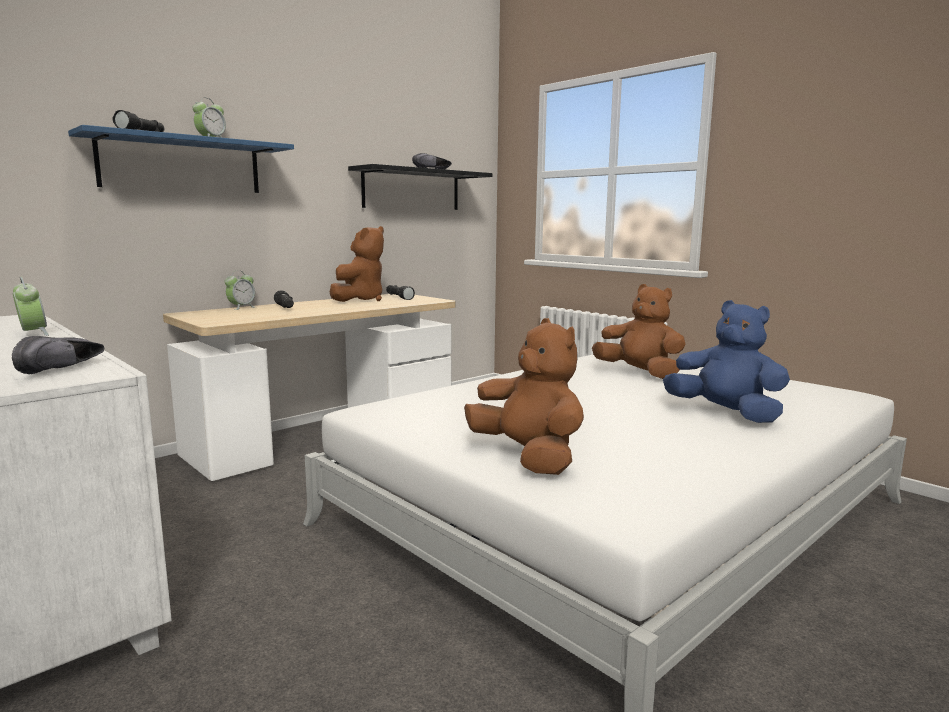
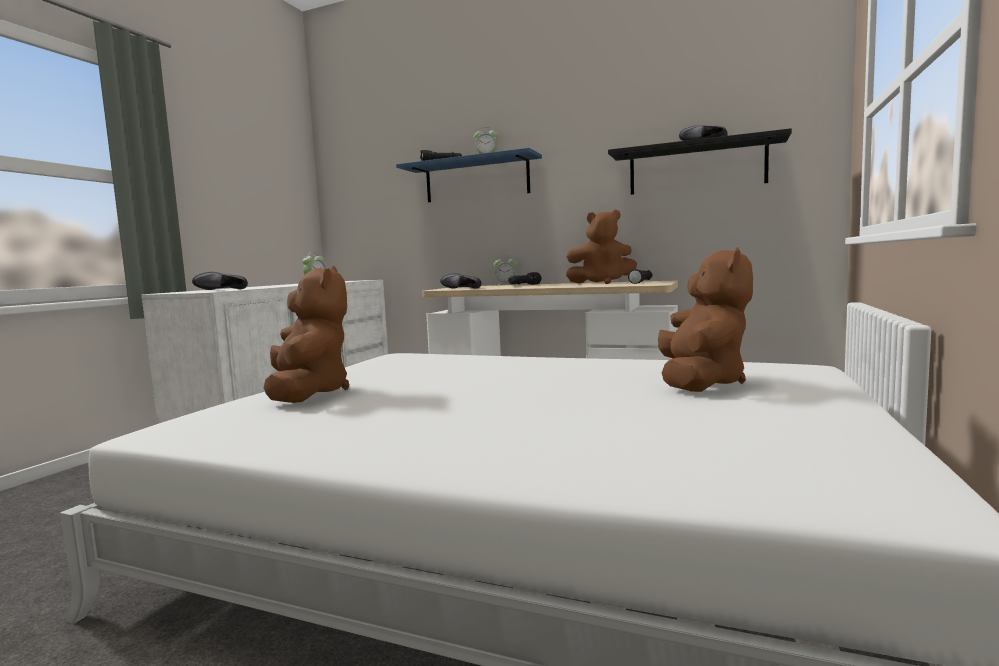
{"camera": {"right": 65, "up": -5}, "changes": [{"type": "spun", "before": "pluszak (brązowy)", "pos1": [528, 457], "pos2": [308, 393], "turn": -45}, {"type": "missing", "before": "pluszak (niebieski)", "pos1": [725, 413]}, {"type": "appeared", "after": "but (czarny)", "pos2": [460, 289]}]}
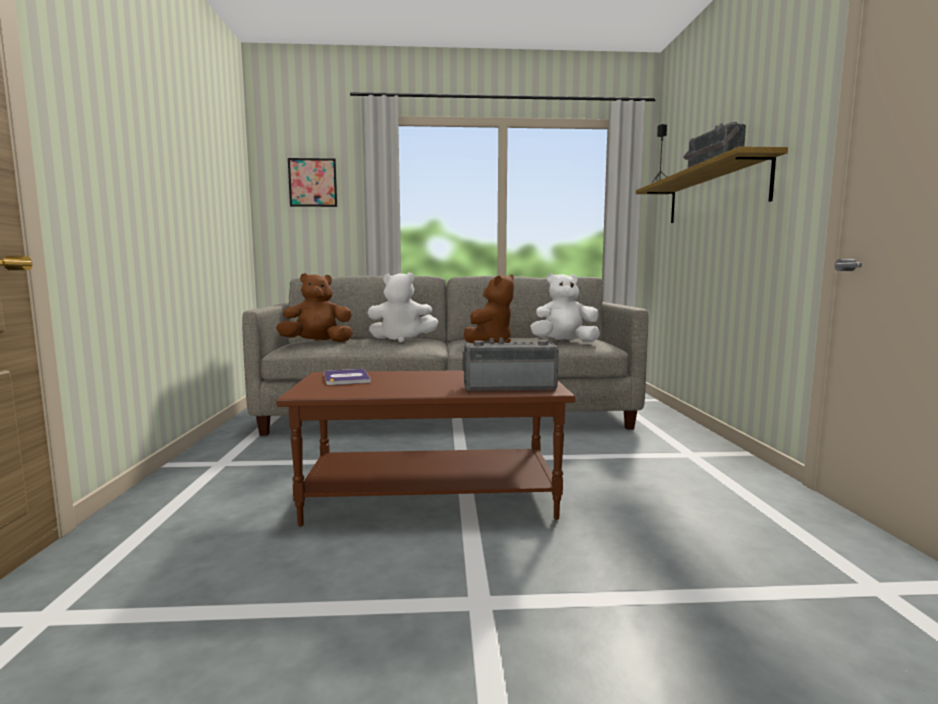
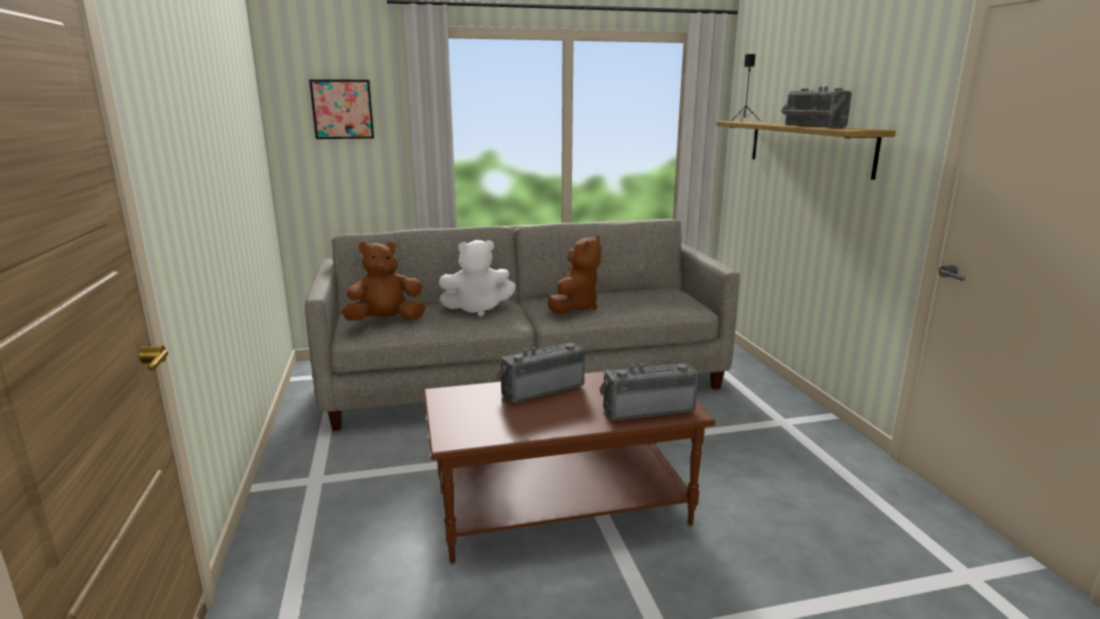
{"camera": {"right": -10, "up": 10}, "changes": [{"type": "missing", "before": "książka", "pos1": [346, 378]}, {"type": "missing", "before": "pluszak (biały)", "pos1": [564, 342]}, {"type": "appeared", "after": "radio", "pos2": [541, 388]}]}
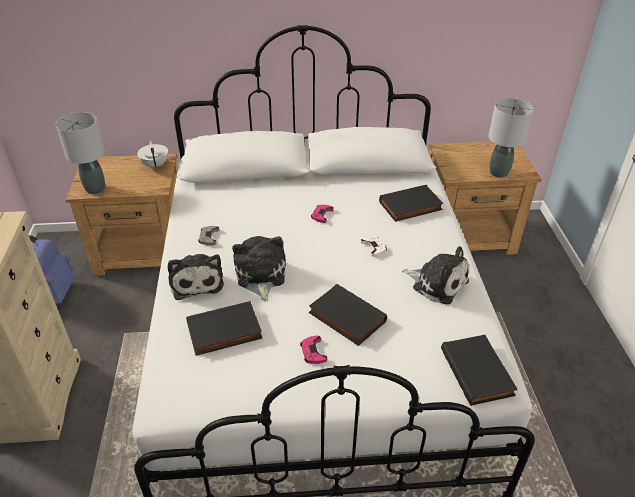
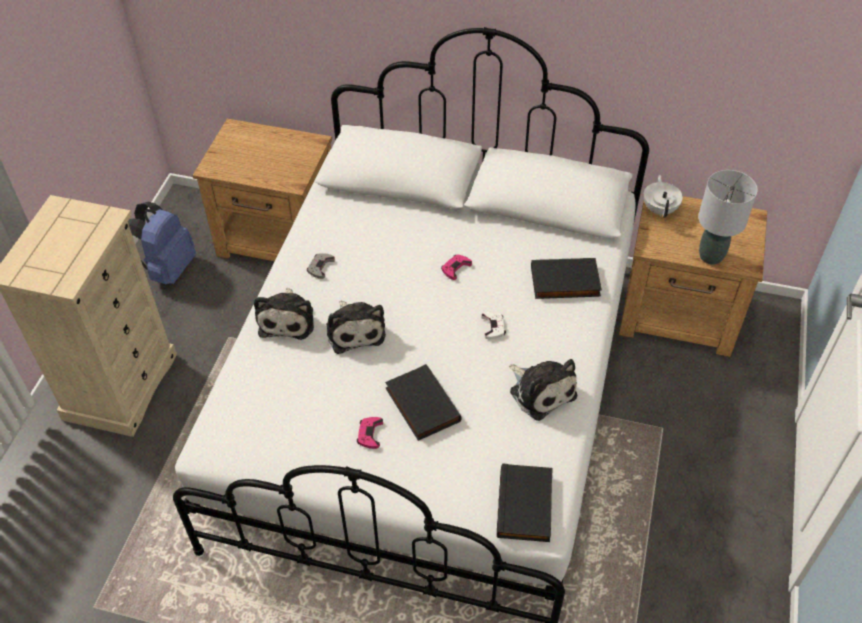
{"camera": {"right": 20, "up": 10}, "changes": [{"type": "missing", "before": "lampa stołowa (szary)", "pos1": [95, 189]}, {"type": "relocated", "before": "imbryk (biały)", "pos1": [155, 165], "pos2": [660, 209]}, {"type": "missing", "before": "książka (czarny)", "pos1": [224, 332]}, {"type": "spun", "before": "pluszak", "pos1": [260, 275], "pos2": [355, 330], "turn": 150}]}
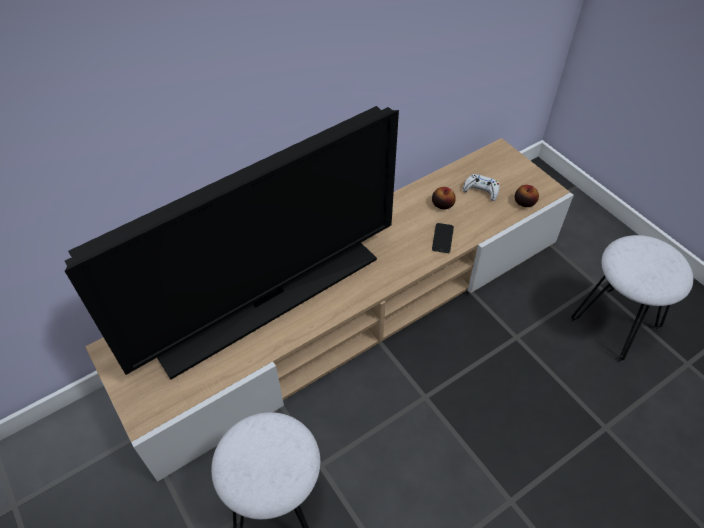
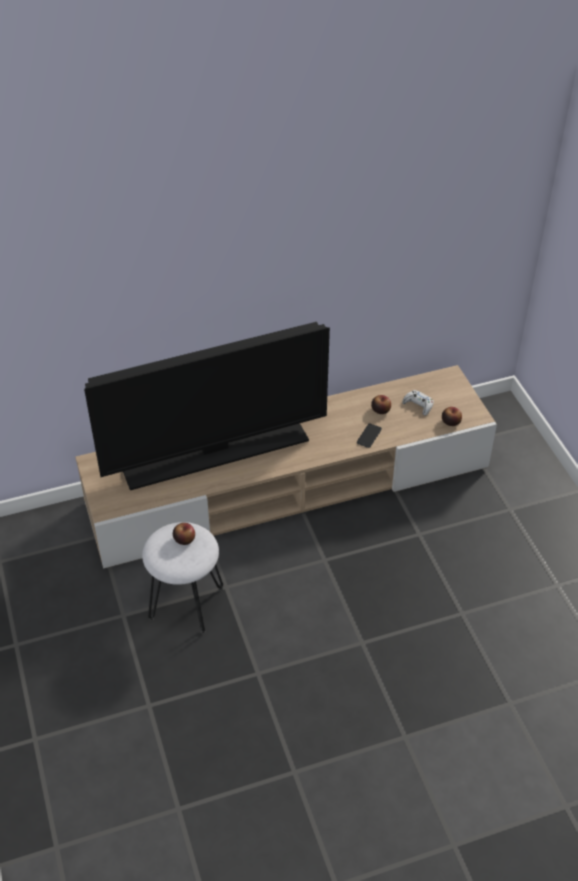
{"camera": {"right": 15, "up": -5}, "changes": [{"type": "missing", "before": "stołek (biały)", "pos1": [614, 323]}, {"type": "appeared", "after": "jabłko", "pos2": [184, 539]}]}
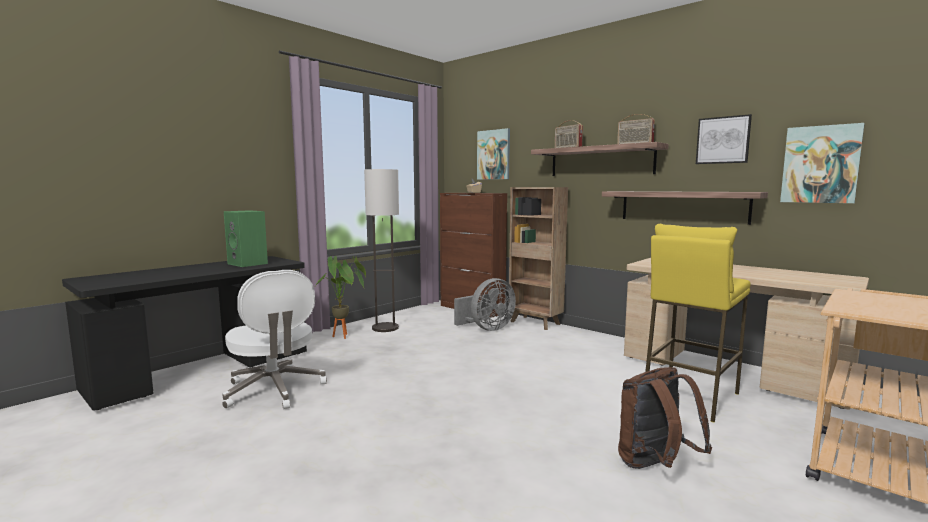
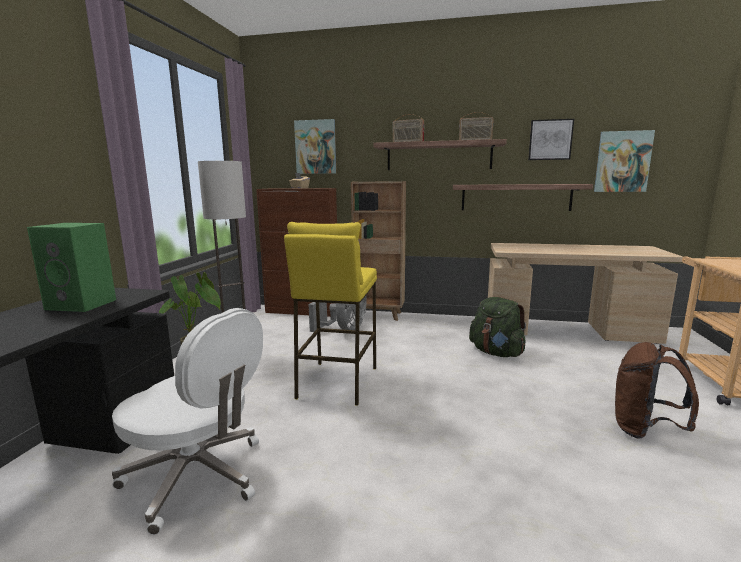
{"camera": {"right": -30, "up": 5}, "changes": [{"type": "relocated", "before": "stołek (żółty)", "pos1": [689, 397], "pos2": [336, 382]}, {"type": "appeared", "after": "plecak (zielony)", "pos2": [496, 353]}]}
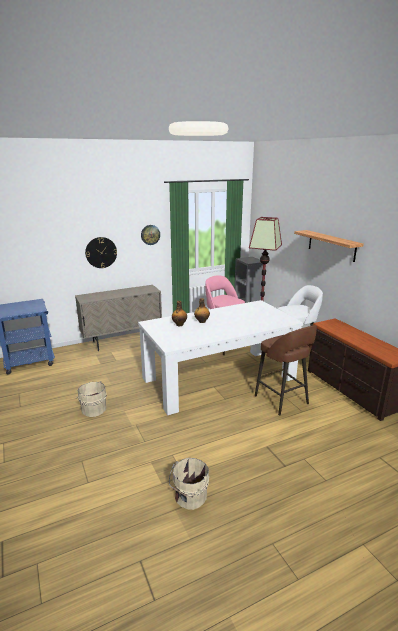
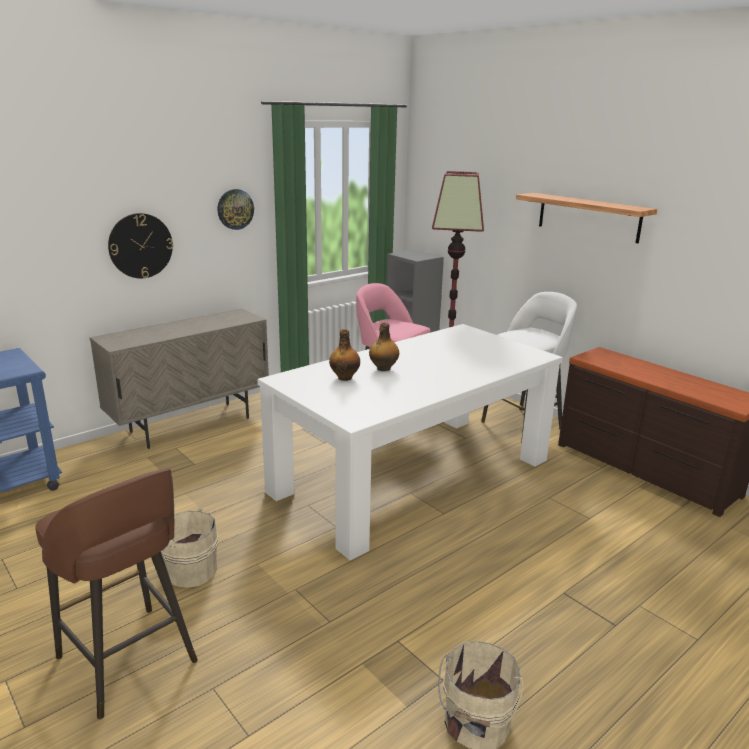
{"camera": {"right": -15, "up": 0}, "changes": [{"type": "relocated", "before": "stołek (brązowy)", "pos1": [282, 400], "pos2": [128, 662]}]}
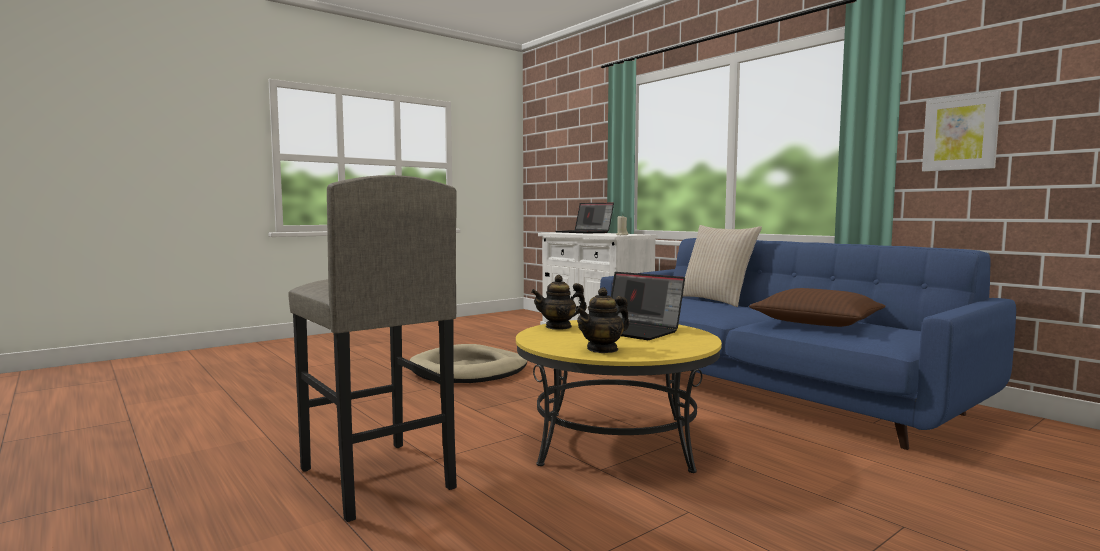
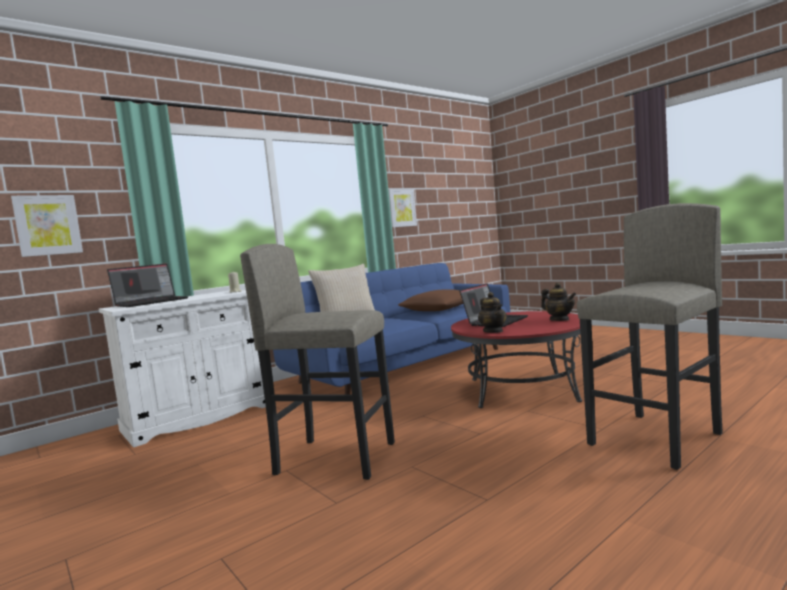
{"camera": {"right": -90, "up": 0}, "changes": [{"type": "exchanged", "before": "legowisko (beżowy)", "after": "stołek (szary)", "pos1": [469, 370], "pos2": [336, 458]}, {"type": "colour", "before": "ława (żółty)", "after": "ława (czerwony)", "pos1": [615, 439], "pos2": [521, 389]}, {"type": "appeared", "after": "obraz", "pos2": [48, 225]}]}
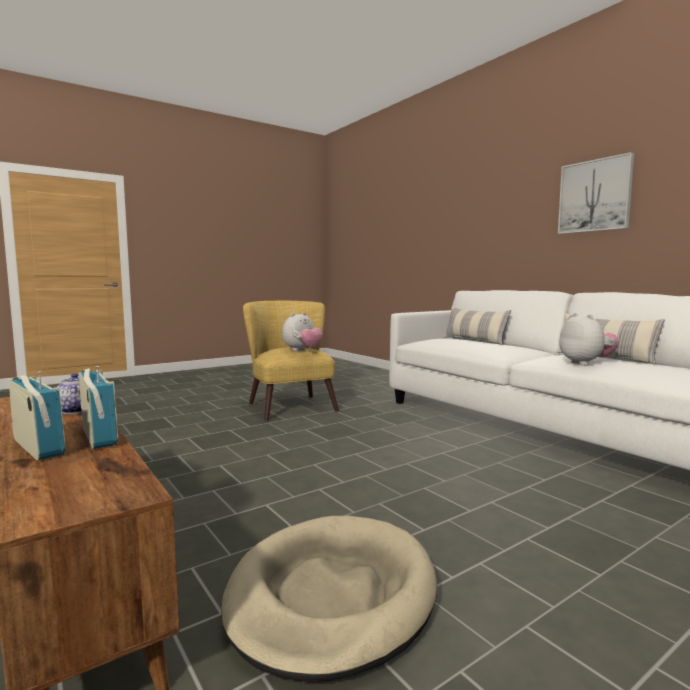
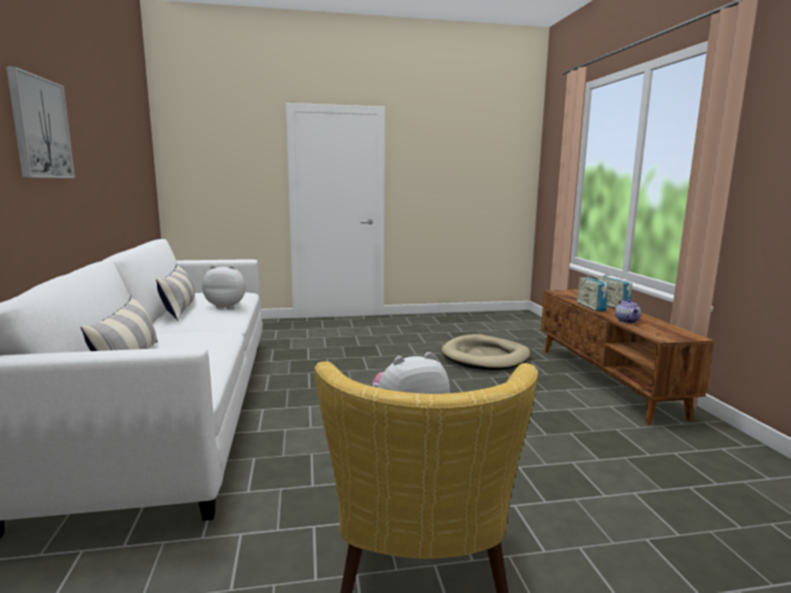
{"camera": {"right": -155, "up": 5}, "changes": [{"type": "spun", "before": "pluszak", "pos1": [586, 363], "pos2": [227, 307], "turn": 75}]}
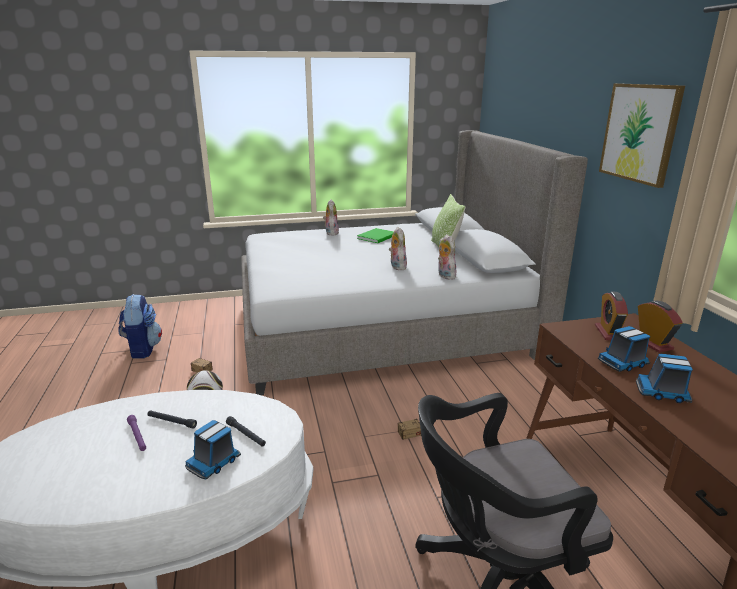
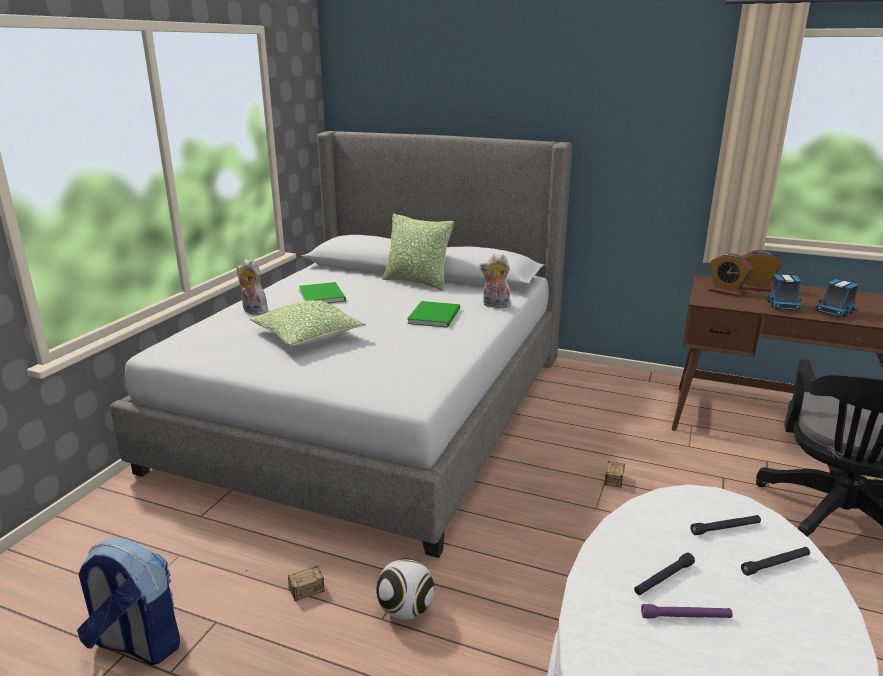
{"camera": {"right": -55, "up": 0}, "changes": [{"type": "exchanged", "before": "ciężarówka zabawkowa", "after": "latarka (czarny)", "pos1": [214, 462], "pos2": [775, 564]}, {"type": "exchanged", "before": "pluszak", "after": "książka (zielony)", "pos1": [396, 266], "pos2": [436, 315]}, {"type": "missing", "before": "obraz", "pos1": [639, 133]}, {"type": "appeared", "after": "poduszka", "pos2": [308, 336]}]}
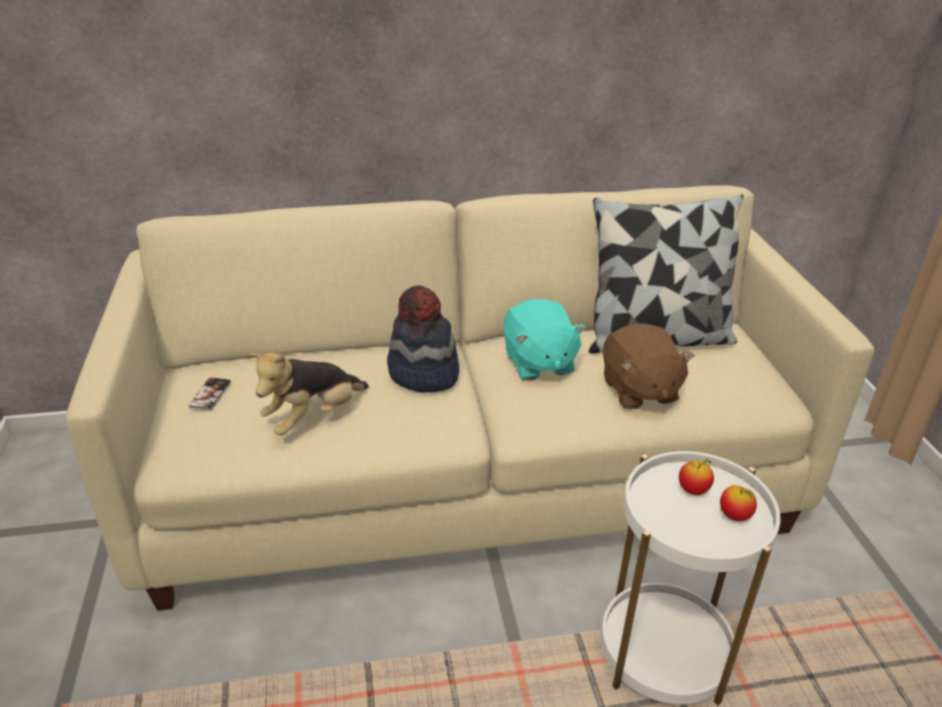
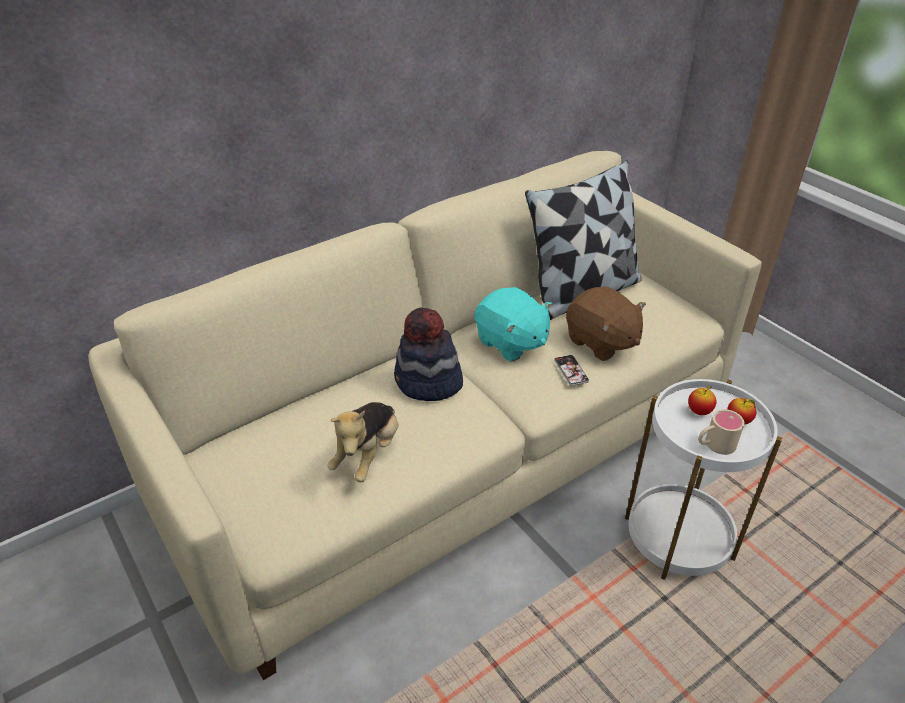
{"camera": {"right": -25, "up": 5}, "changes": [{"type": "relocated", "before": "telefon", "pos1": [210, 394], "pos2": [571, 370]}, {"type": "appeared", "after": "kubek (beżowy)", "pos2": [714, 445]}]}
